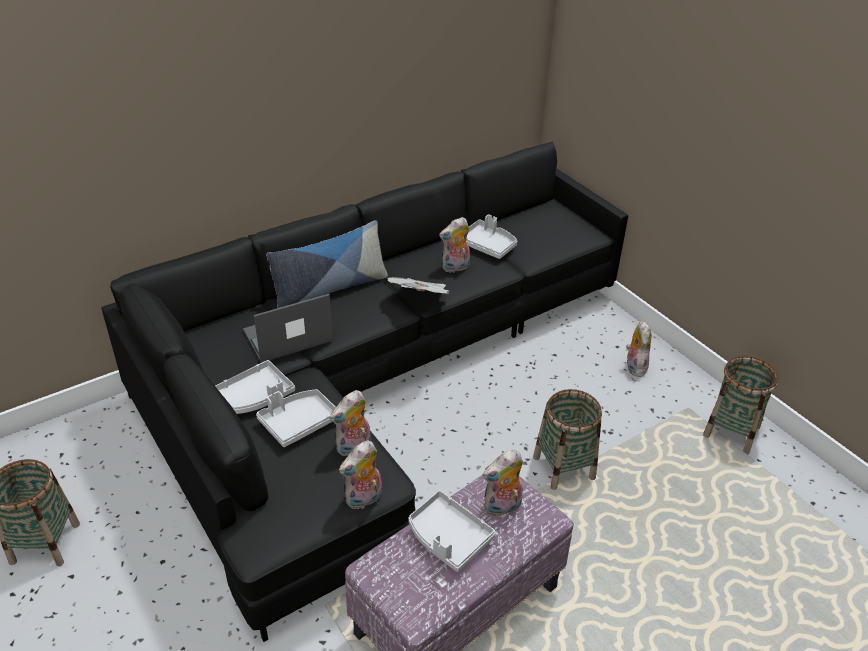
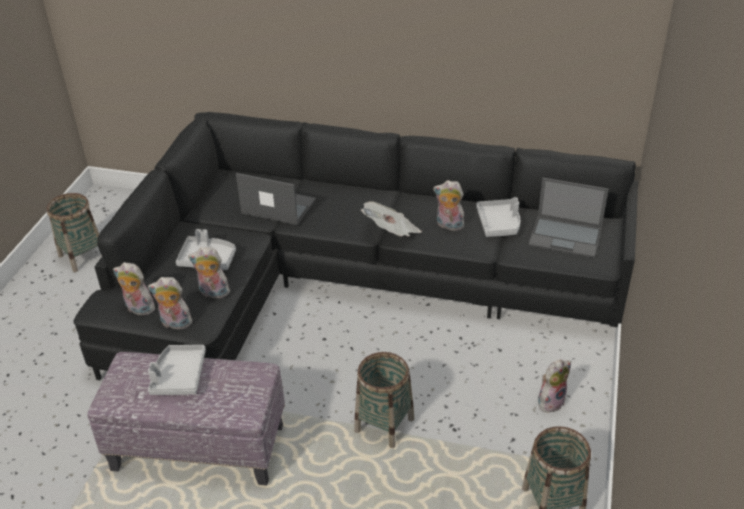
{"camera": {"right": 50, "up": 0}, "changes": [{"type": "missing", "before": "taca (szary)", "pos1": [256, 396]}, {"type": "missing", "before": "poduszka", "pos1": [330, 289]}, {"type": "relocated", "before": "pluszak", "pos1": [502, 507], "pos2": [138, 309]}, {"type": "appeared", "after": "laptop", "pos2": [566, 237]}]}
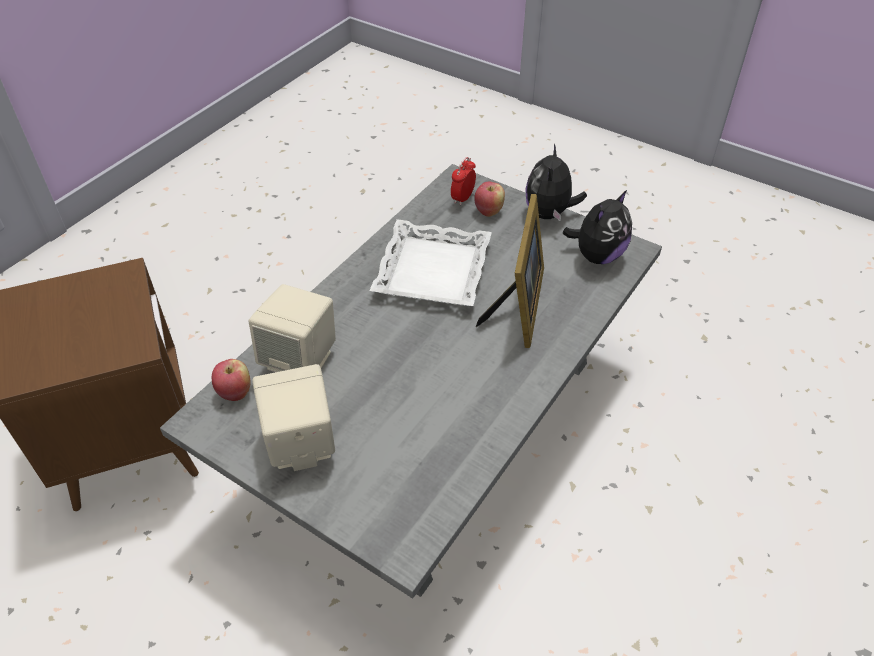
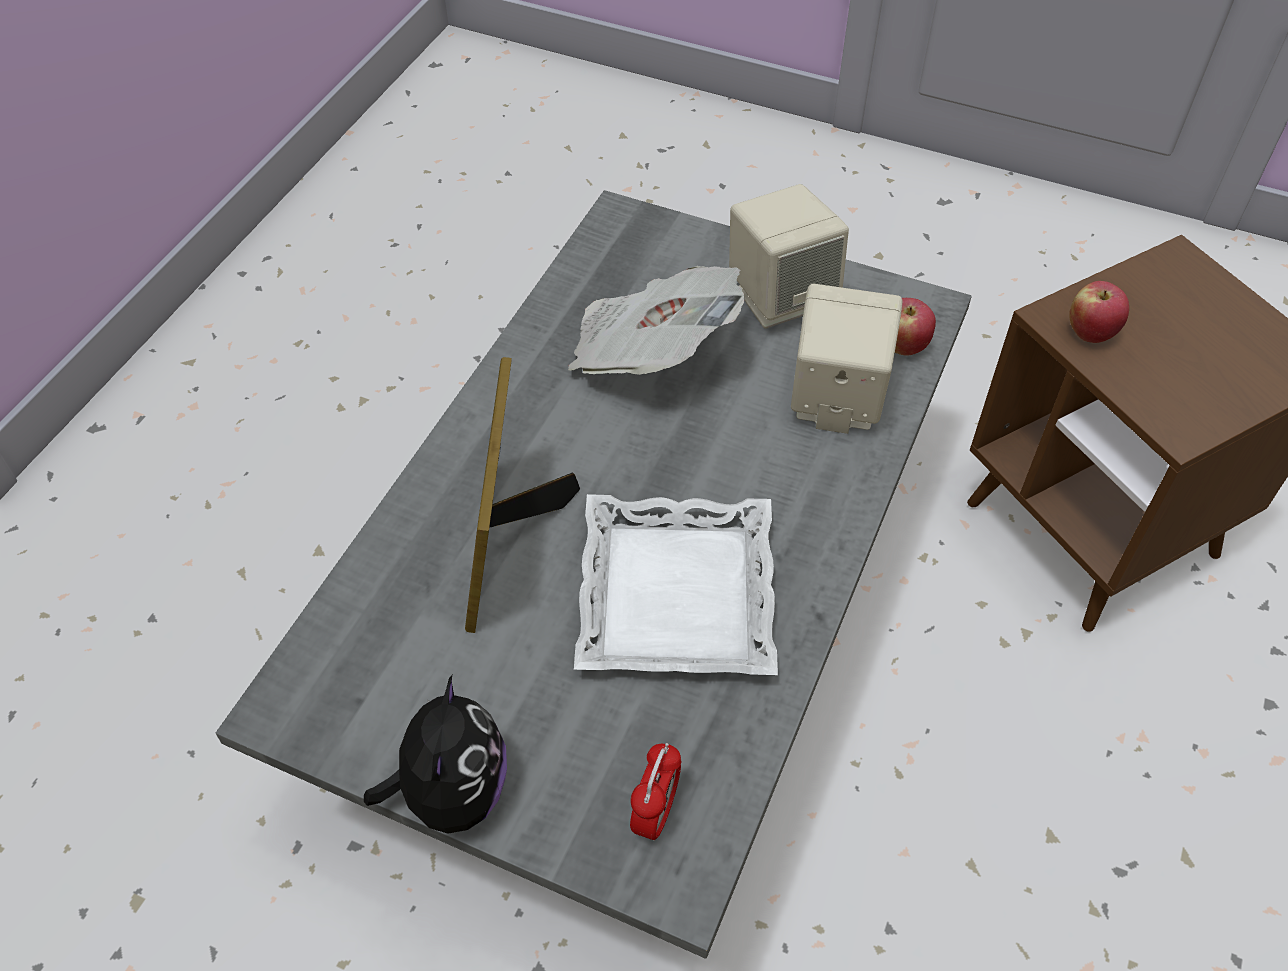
{"camera": {"right": 170, "up": 5}, "changes": [{"type": "relocated", "before": "jabłko", "pos1": [488, 211], "pos2": [1090, 333]}, {"type": "missing", "before": "pluszak", "pos1": [597, 255]}, {"type": "appeared", "after": "gazeta", "pos2": [651, 353]}]}
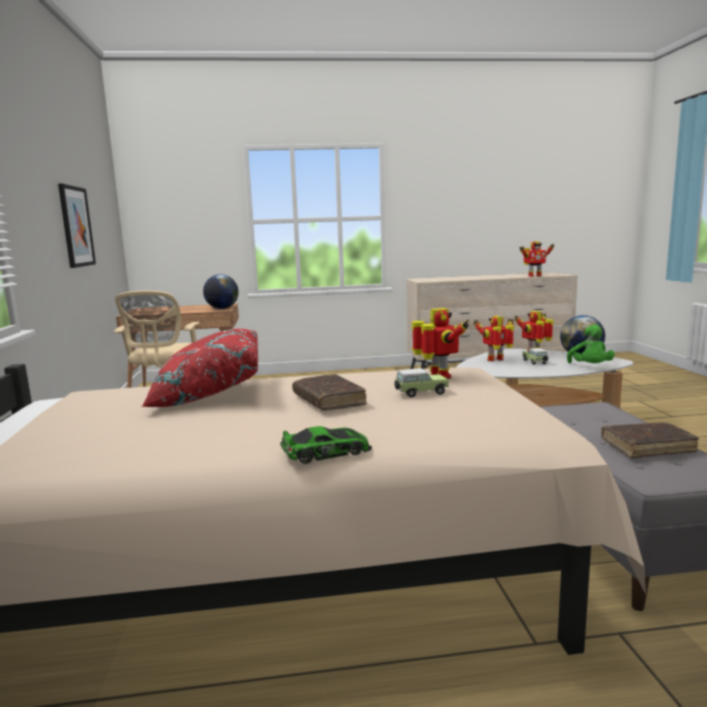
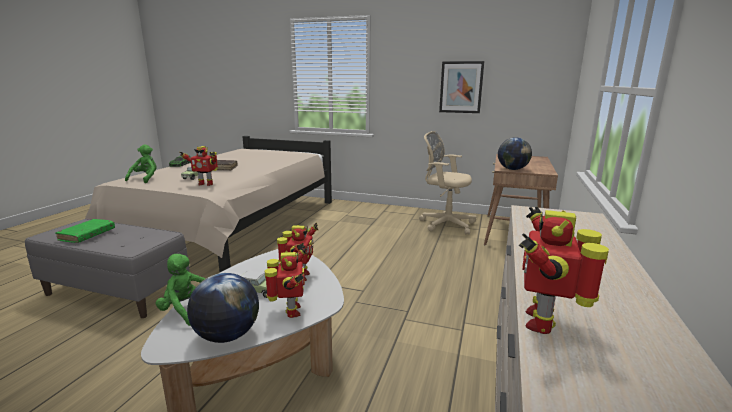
{"camera": {"right": 115, "up": 5}, "changes": [{"type": "missing", "before": "poduszka (czerwony)", "pos1": [208, 393]}, {"type": "colour", "before": "książka (brązowy)", "after": "książka (zielony)", "pos1": [647, 447], "pos2": [87, 235]}, {"type": "appeared", "after": "pluszak (zielony)", "pos2": [145, 179]}]}
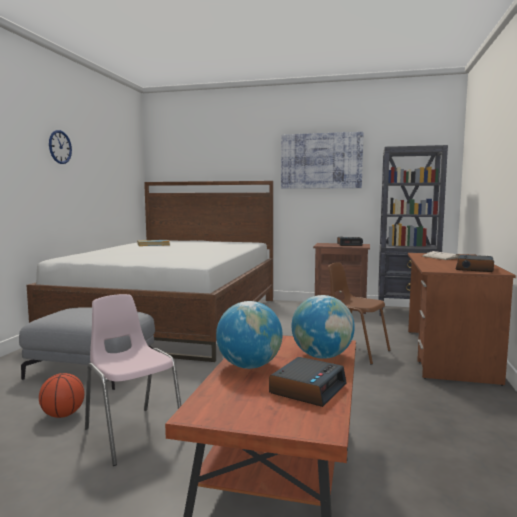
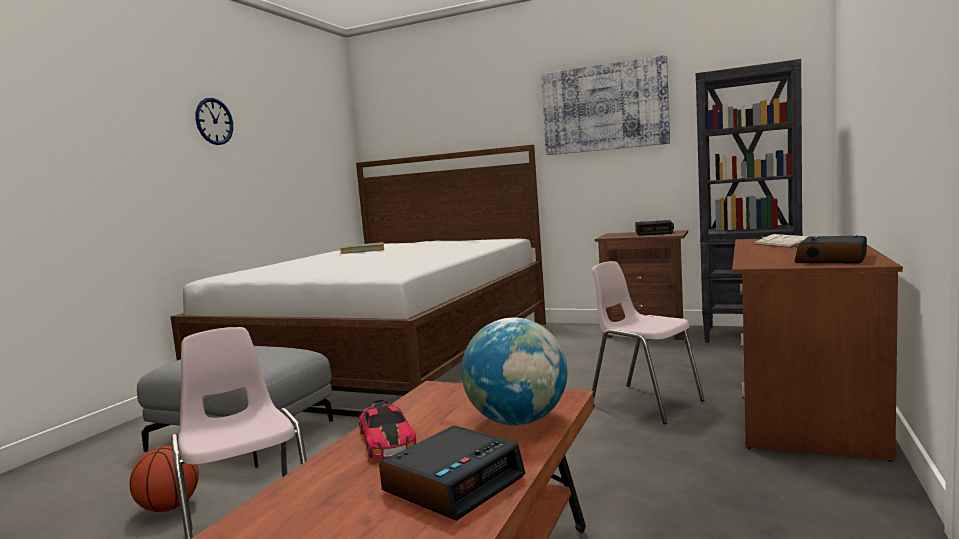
{"camera": {"right": 10, "up": 0}, "changes": [{"type": "exchanged", "before": "globus", "after": "samochodzik", "pos1": [249, 366], "pos2": [387, 440]}, {"type": "colour", "before": "krzesło (brązowy)", "after": "krzesło (różowy)", "pos1": [355, 351], "pos2": [644, 402]}]}
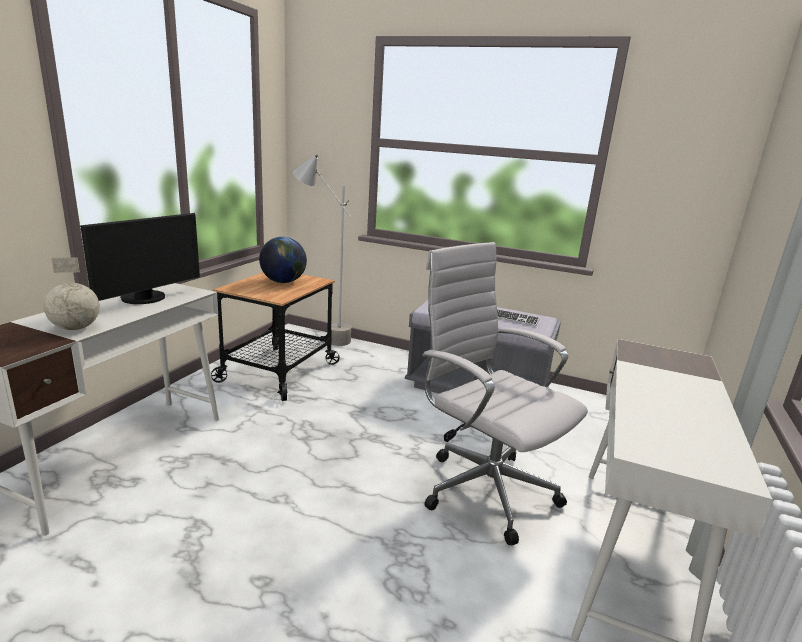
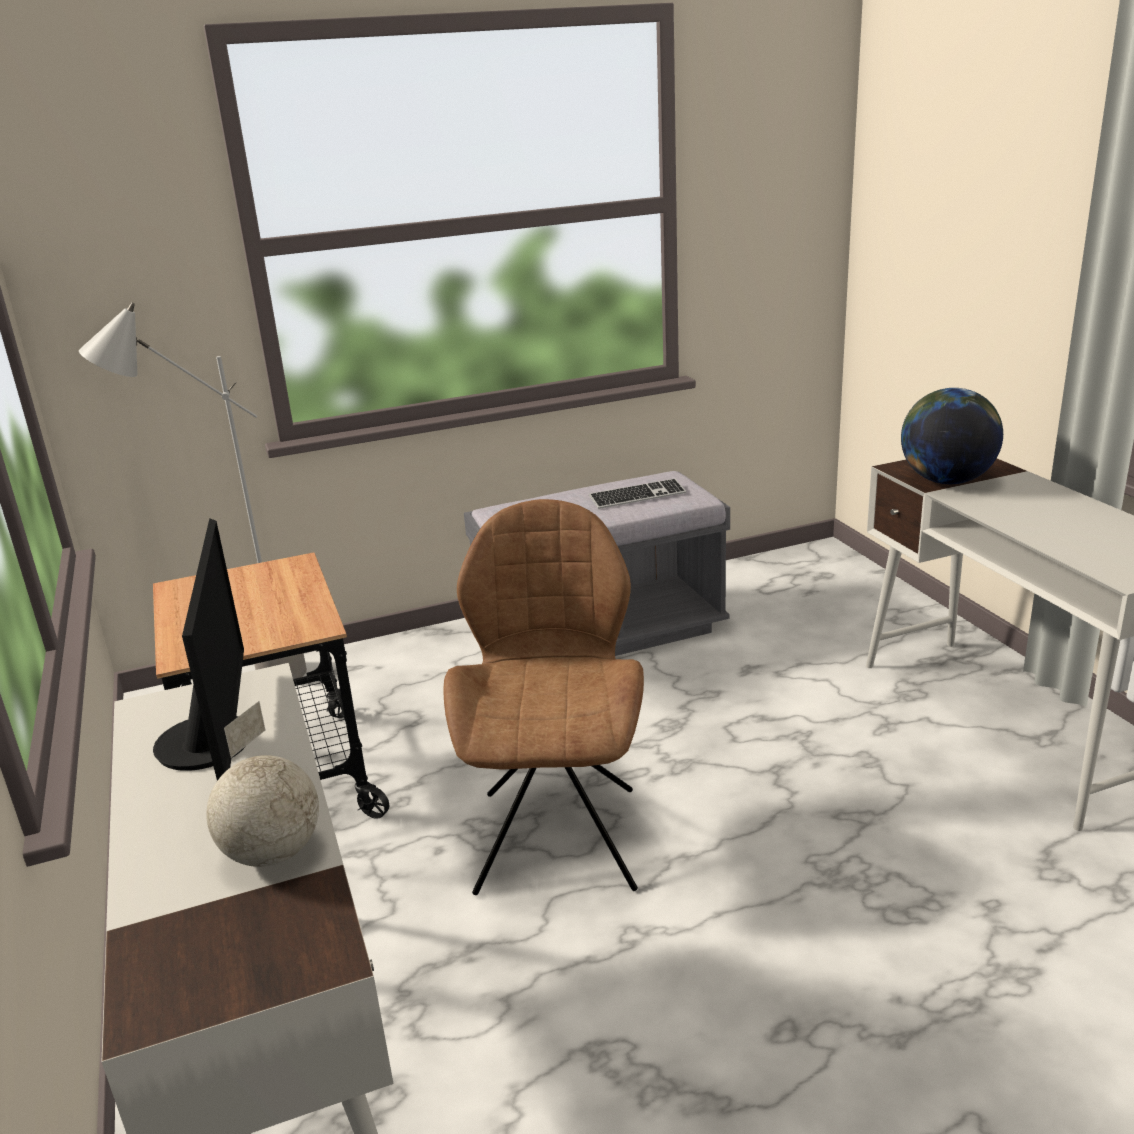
{"camera": {"right": -40, "up": 5}, "changes": [{"type": "relocated", "before": "globus", "pos1": [283, 282], "pos2": [946, 481]}, {"type": "missing", "before": "krzesło biurowe (biały)", "pos1": [483, 488]}, {"type": "appeared", "after": "krzesło (brązowy)", "pos2": [558, 834]}]}
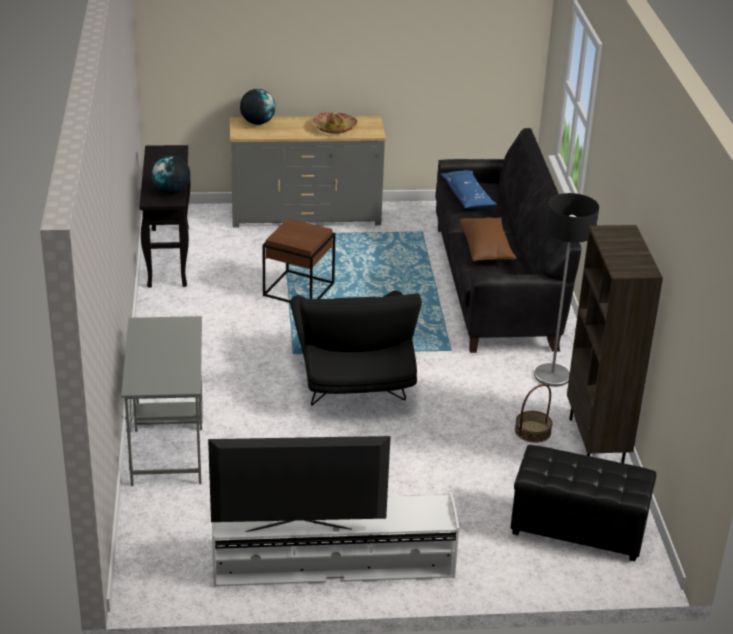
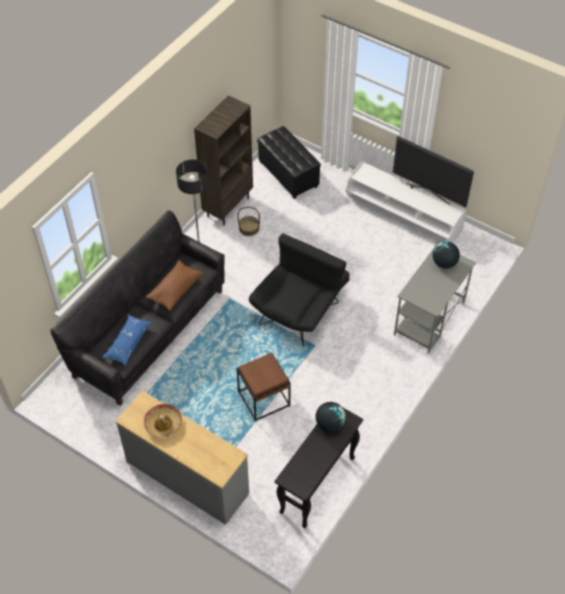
{"camera": {"right": -140, "up": 20}, "changes": [{"type": "relocated", "before": "globus", "pos1": [257, 122], "pos2": [444, 263]}]}
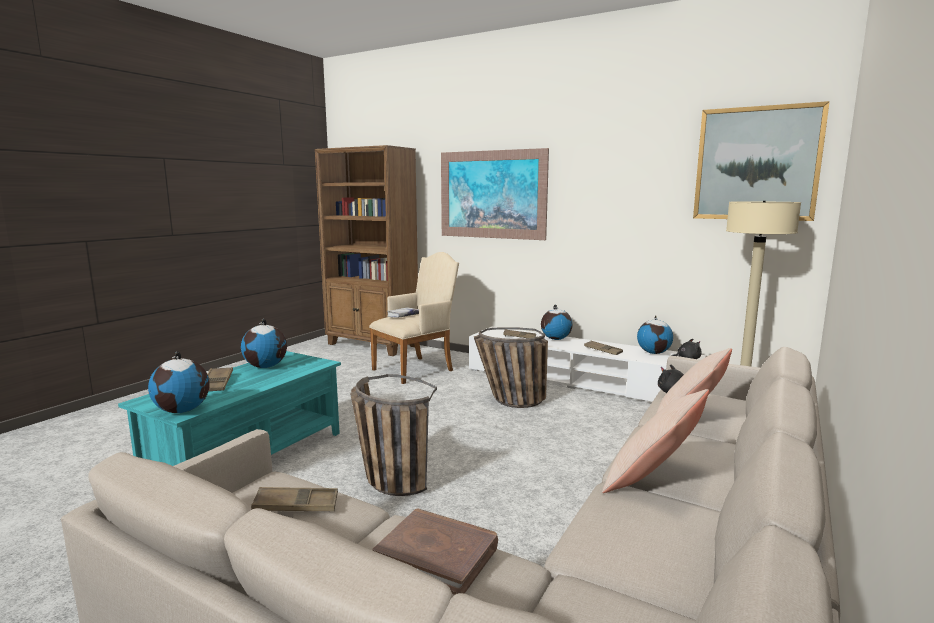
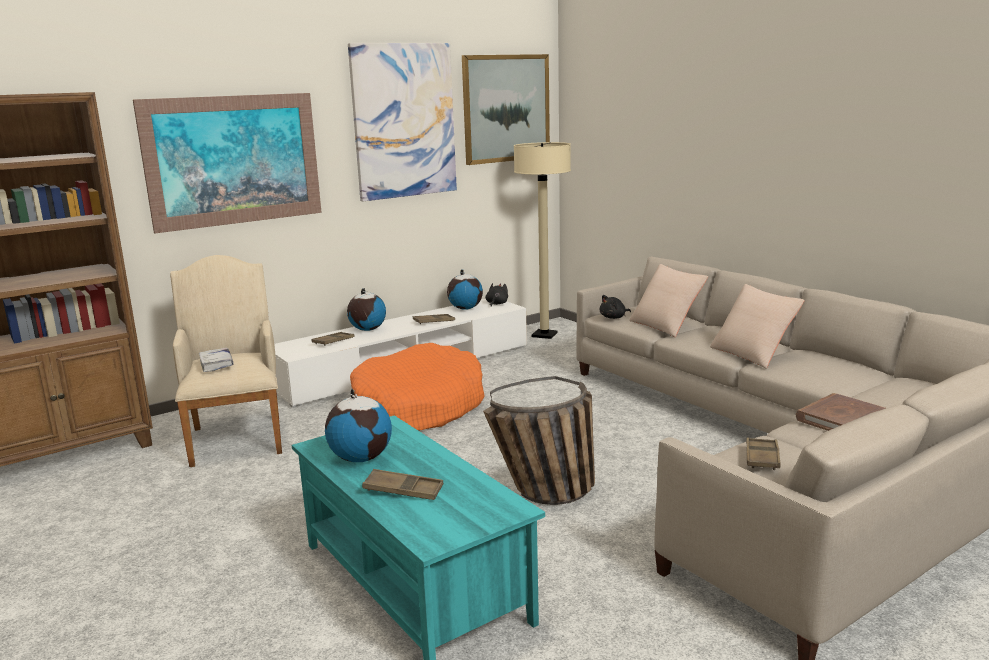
{"camera": {"right": -65, "up": 5}, "changes": [{"type": "missing", "before": "globus", "pos1": [183, 410]}, {"type": "exchanged", "before": "koszyk", "after": "legowisko (pomarańczowy)", "pos1": [508, 401], "pos2": [417, 407]}, {"type": "appeared", "after": "obraz", "pos2": [404, 121]}]}
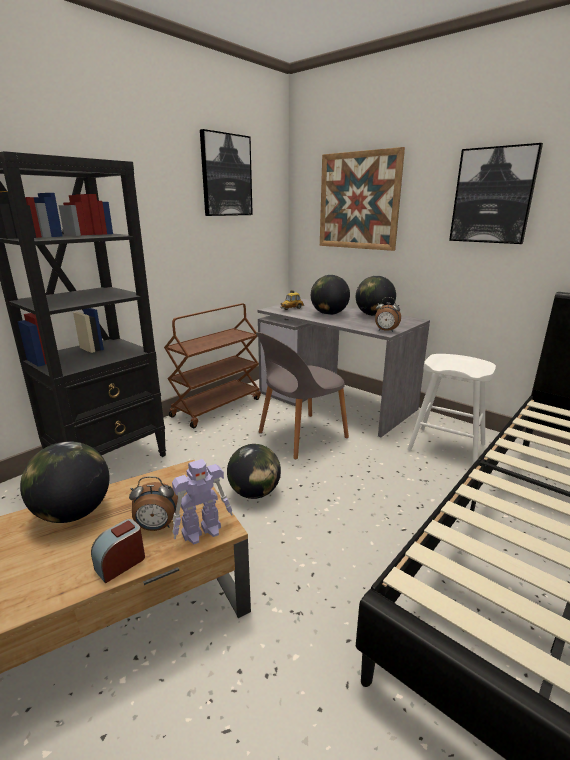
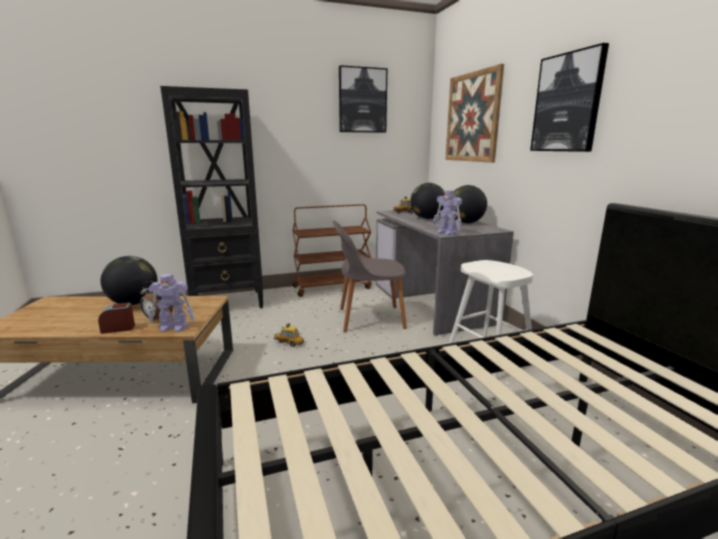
{"camera": {"right": 30, "up": -5}, "changes": [{"type": "exchanged", "before": "globus", "after": "samochodzik", "pos1": [254, 493], "pos2": [288, 343]}, {"type": "exchanged", "before": "budzik", "after": "robot zabawkowy", "pos1": [386, 331], "pos2": [447, 233]}]}
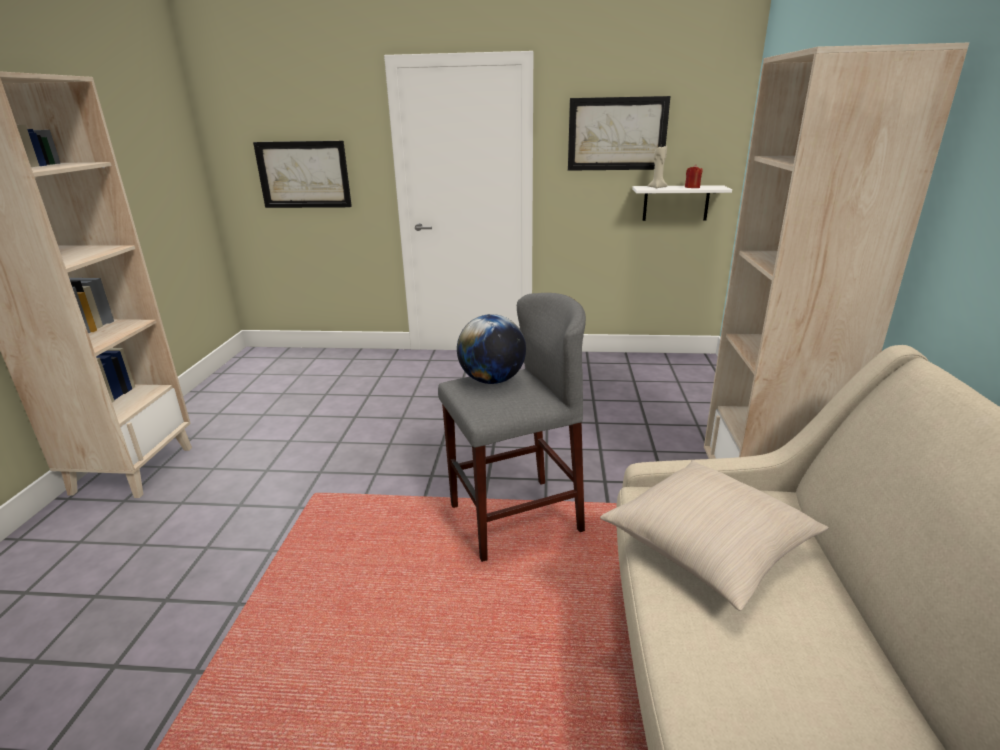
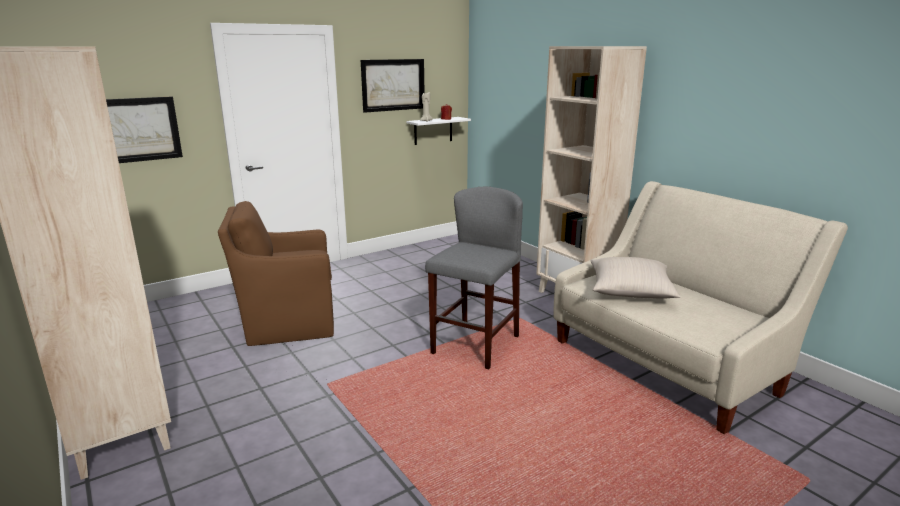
{"camera": {"right": -40, "up": -5}, "changes": [{"type": "missing", "before": "globus", "pos1": [492, 380]}, {"type": "appeared", "after": "fotel (brązowy)", "pos2": [287, 324]}]}
